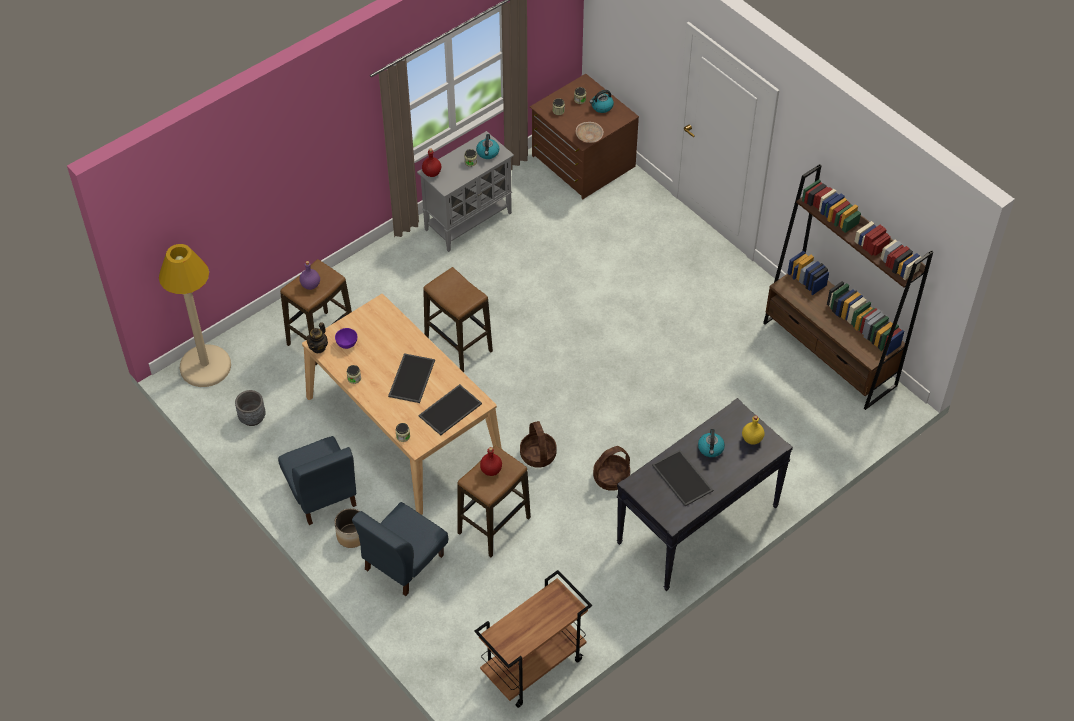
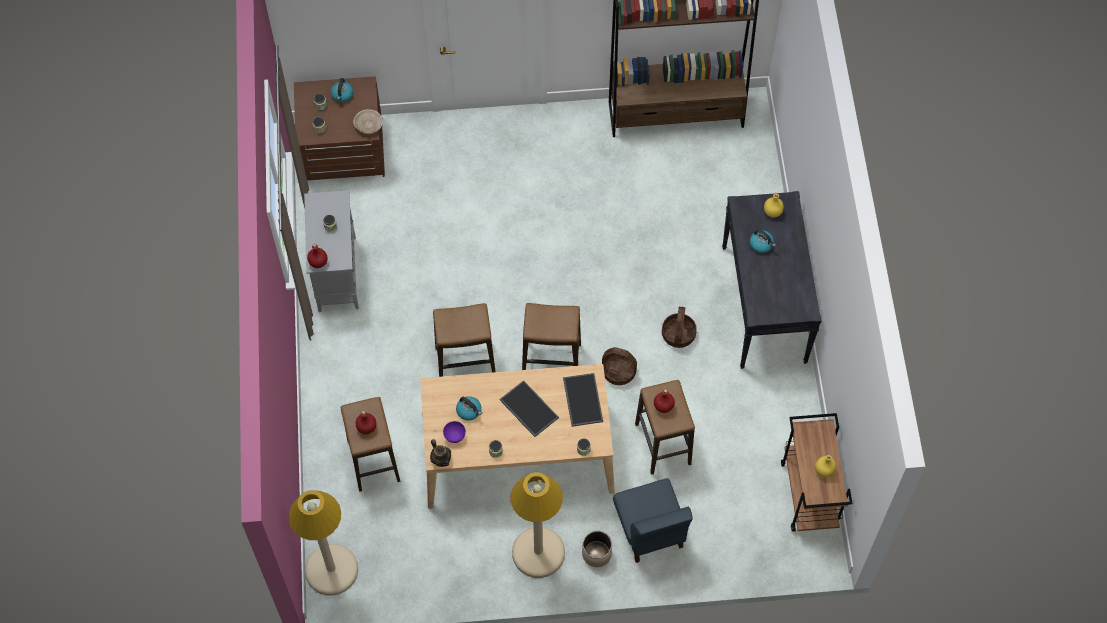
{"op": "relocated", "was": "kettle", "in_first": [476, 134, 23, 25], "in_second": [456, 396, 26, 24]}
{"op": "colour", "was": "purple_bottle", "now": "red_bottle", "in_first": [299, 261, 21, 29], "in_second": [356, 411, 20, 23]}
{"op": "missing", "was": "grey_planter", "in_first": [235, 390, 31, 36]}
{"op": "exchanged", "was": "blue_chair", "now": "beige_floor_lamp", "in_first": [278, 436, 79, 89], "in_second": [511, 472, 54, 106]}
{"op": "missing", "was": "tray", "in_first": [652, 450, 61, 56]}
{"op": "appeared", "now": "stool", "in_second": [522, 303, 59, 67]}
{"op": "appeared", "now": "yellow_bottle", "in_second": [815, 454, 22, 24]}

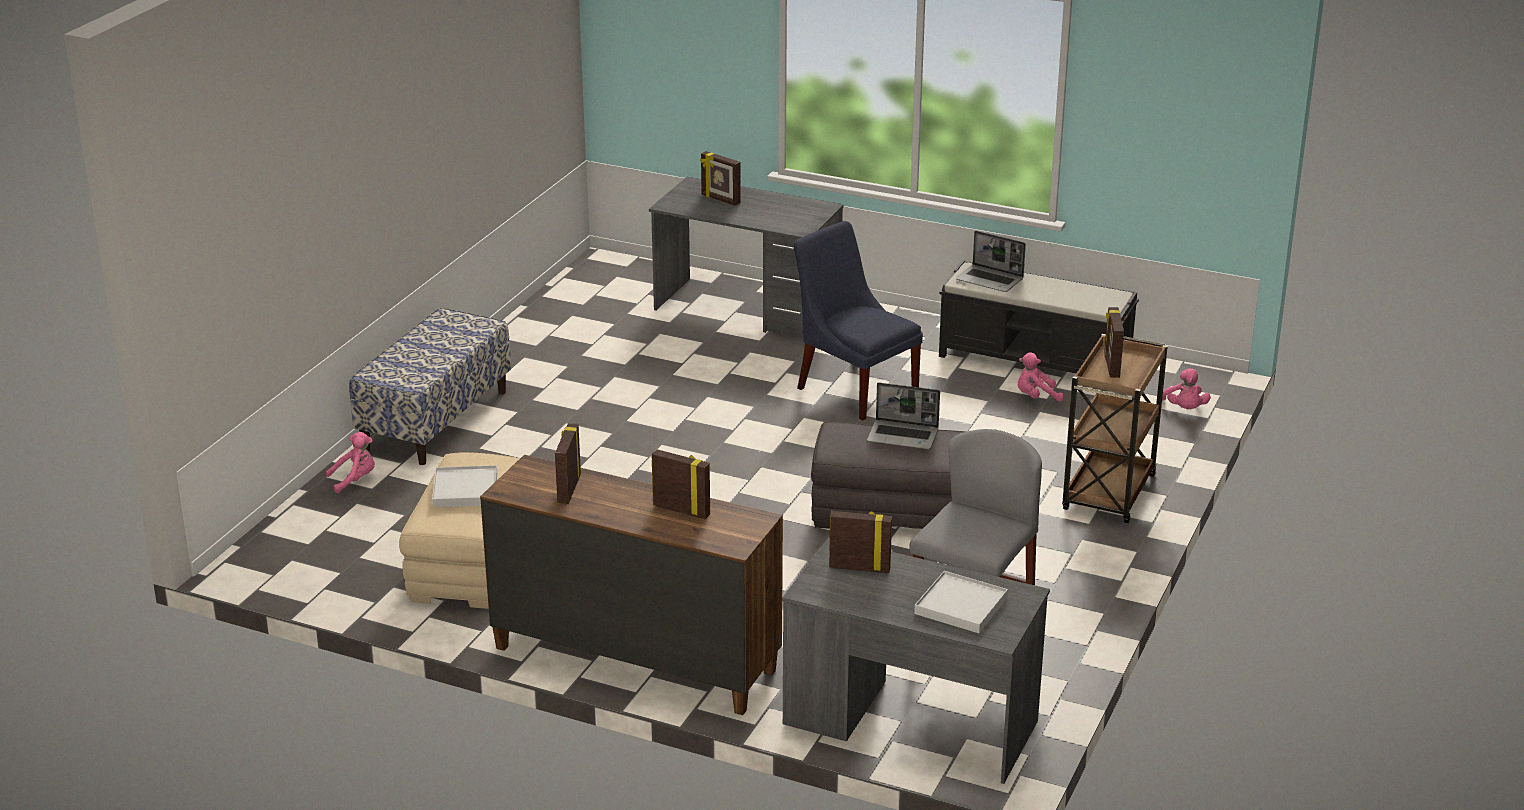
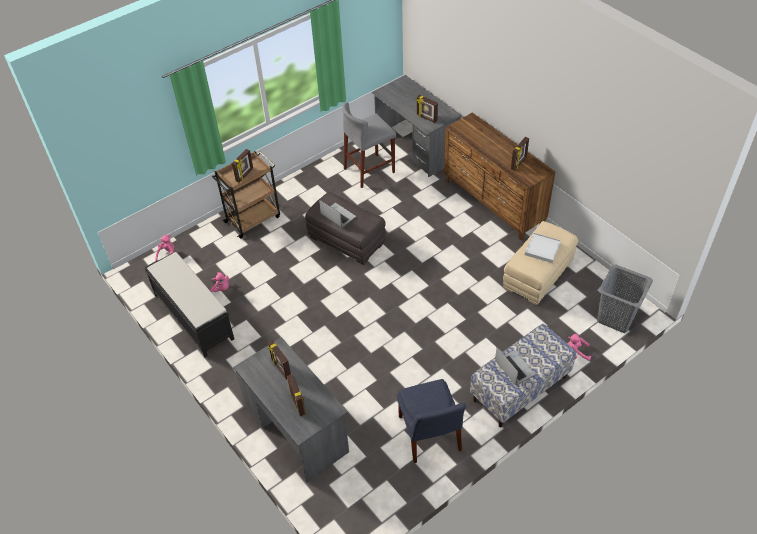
{"op": "relocated", "was": "blue_chair", "in_first": [793, 221, 130, 199], "in_second": [397, 379, 69, 84]}
{"op": "relocated", "was": "laptop", "in_first": [956, 231, 70, 61], "in_second": [495, 347, 40, 38]}
{"op": "relocated", "was": "picture_frame", "in_first": [652, 449, 58, 70], "in_second": [268, 341, 23, 38]}
{"op": "missing", "was": "white_tray", "in_first": [914, 571, 94, 62]}
{"op": "appeared", "now": "grey_laundry_basket", "in_second": [597, 264, 56, 69]}

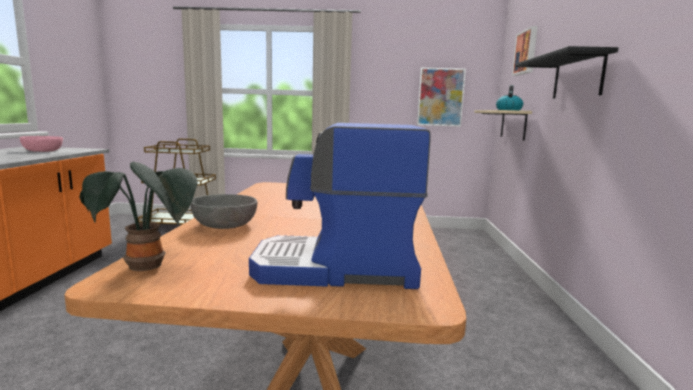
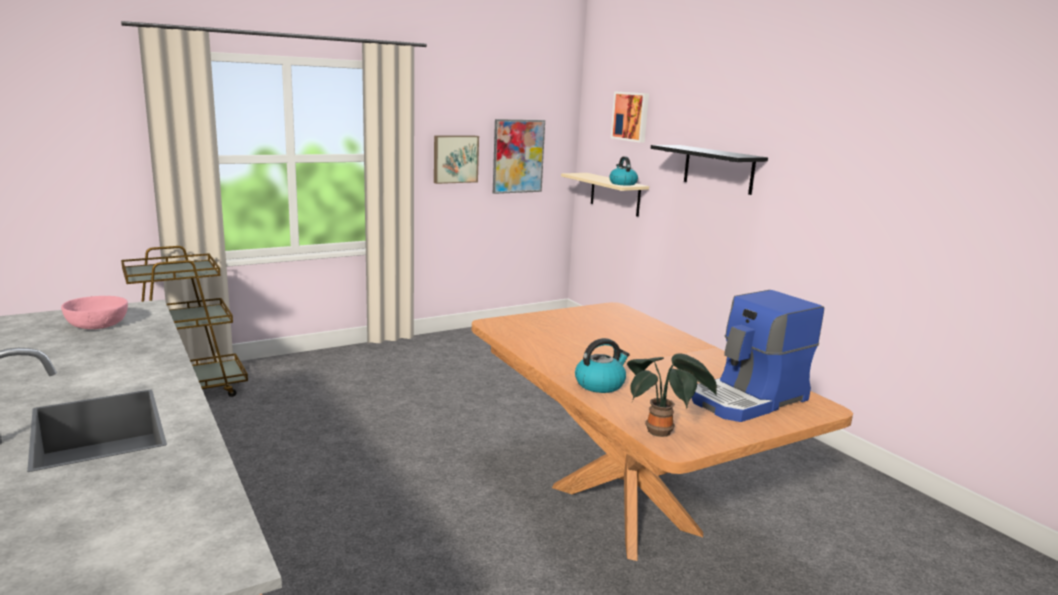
{"op": "exchanged", "was": "grey_bowl", "now": "kettle", "in_first": [190, 194, 67, 35], "in_second": [575, 338, 55, 55]}
{"op": "appeared", "now": "picture", "in_second": [434, 135, 45, 49]}

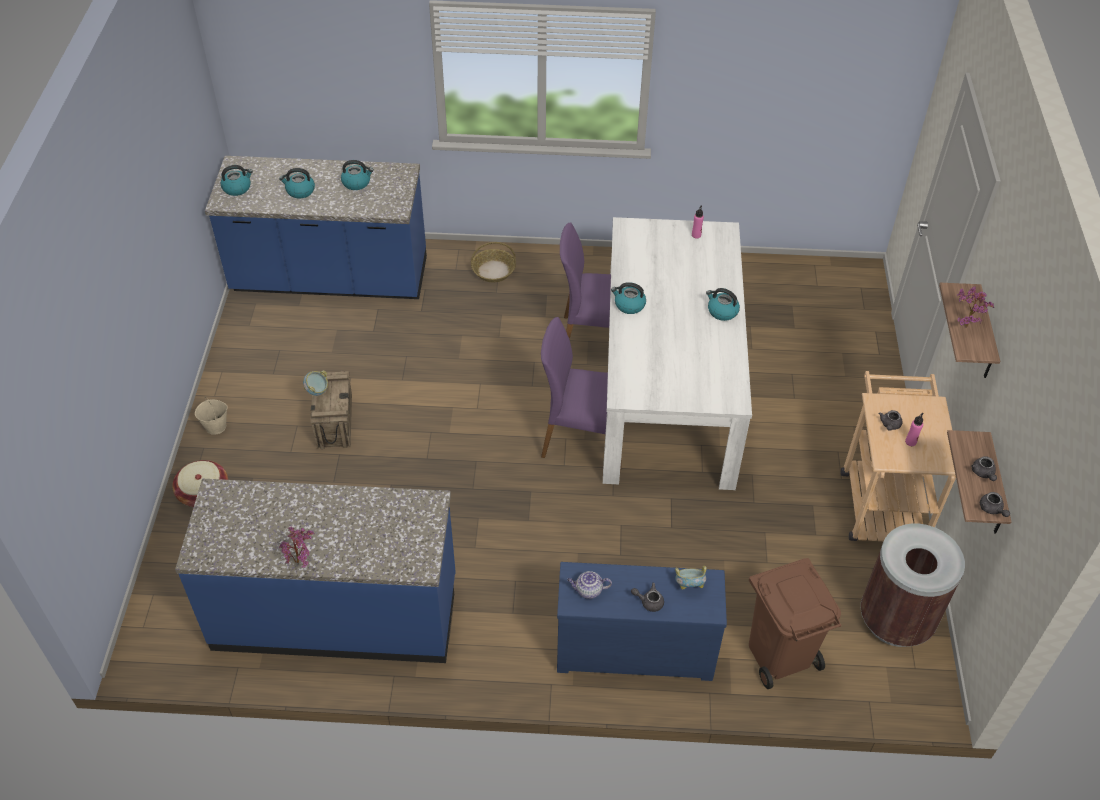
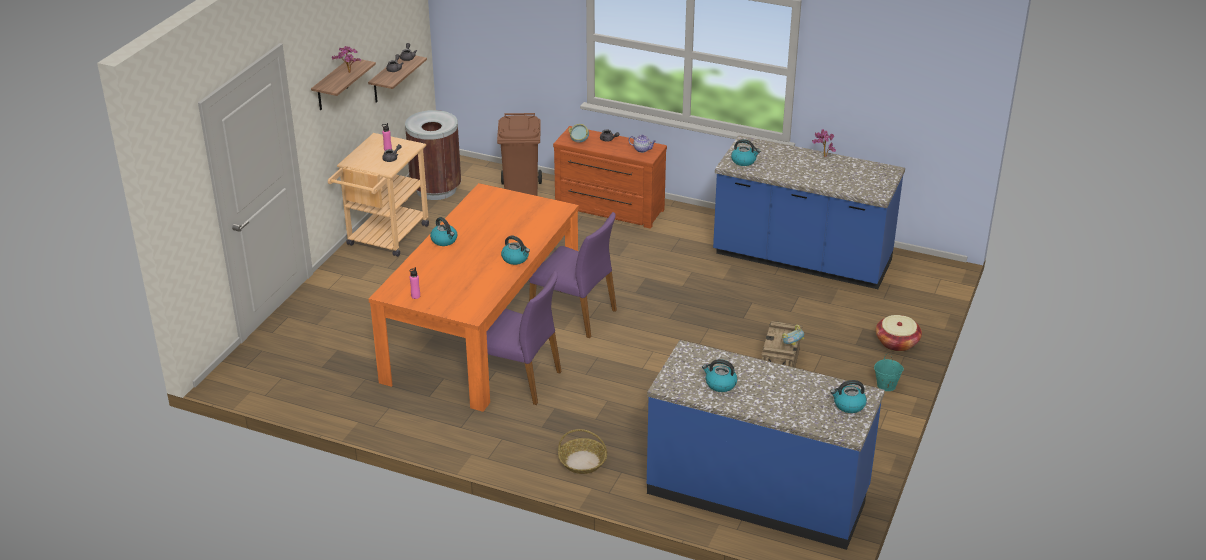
{"op": "relocated", "was": "kettle", "in_first": [279, 168, 36, 31], "in_second": [731, 139, 29, 27]}
{"op": "colour", "was": "white_dining_table", "now": "orange_dining_table", "in_first": [603, 217, 149, 273], "in_second": [369, 183, 210, 229]}
{"op": "colour", "was": "beige_bucket", "now": "turquoise_bucket", "in_first": [195, 397, 32, 38], "in_second": [874, 354, 30, 37]}
{"op": "colour", "was": "blue_dresser", "now": "brown_dresser", "in_first": [557, 562, 170, 119], "in_second": [553, 126, 114, 103]}

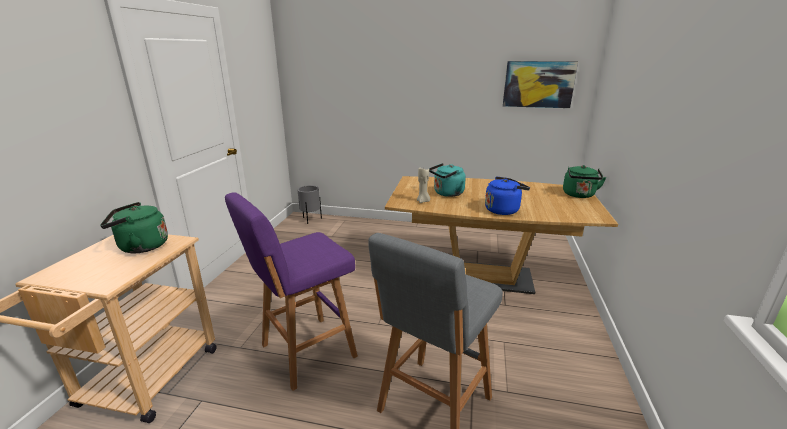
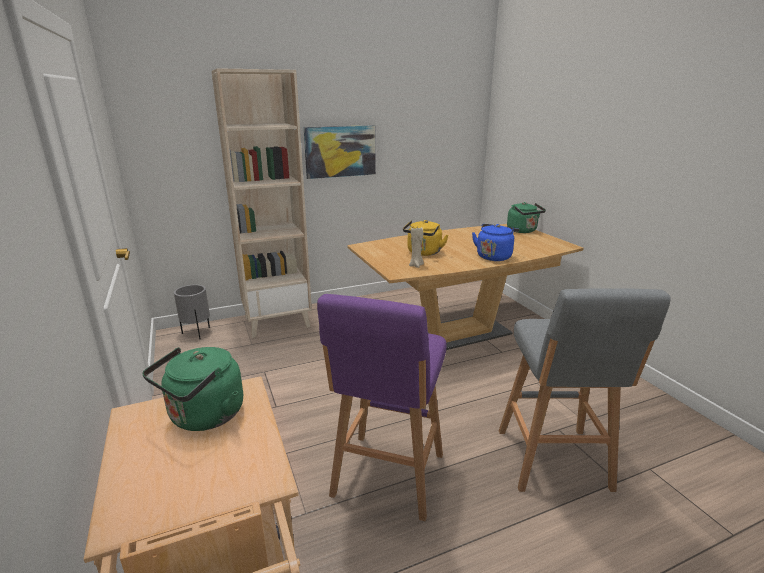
{"op": "relocated", "was": "picture", "in_first": [503, 61, 75, 47], "in_second": [304, 125, 72, 54]}
{"op": "colour", "was": "turquoise_kettle", "now": "yellow_kettle", "in_first": [429, 163, 37, 34], "in_second": [403, 220, 45, 36]}
{"op": "appeared", "now": "beige_bookcase", "in_second": [211, 68, 101, 270]}

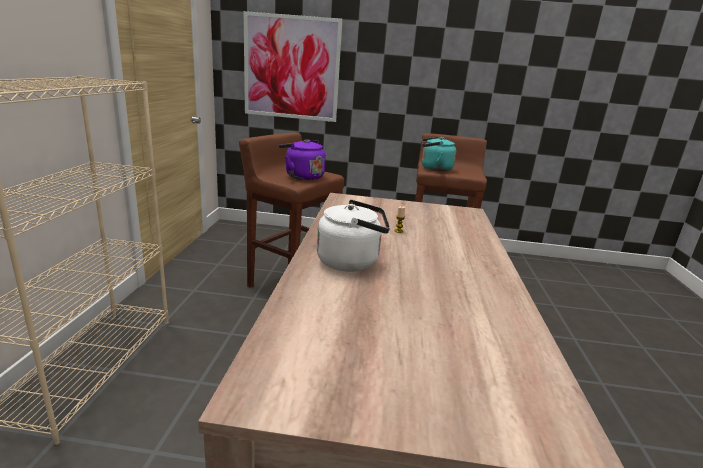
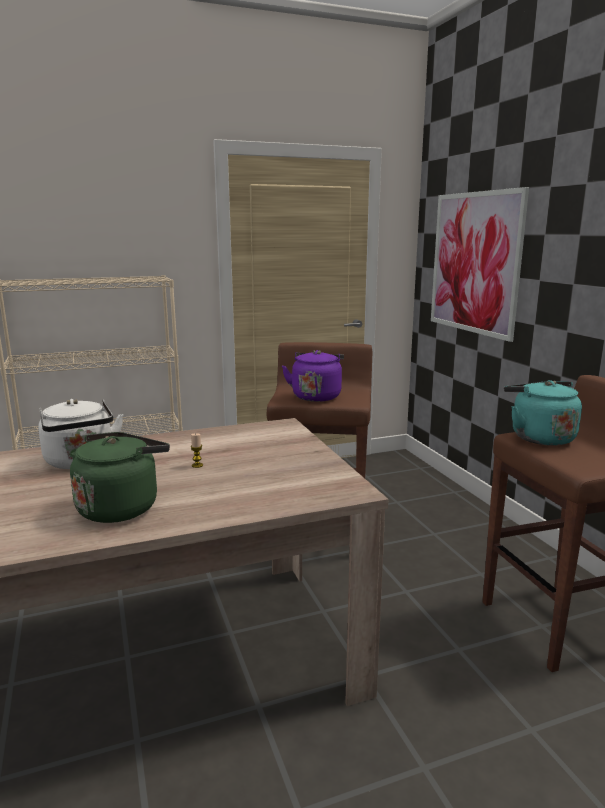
{"op": "appeared", "now": "green_kettle", "in_second": [70, 432, 100, 91]}

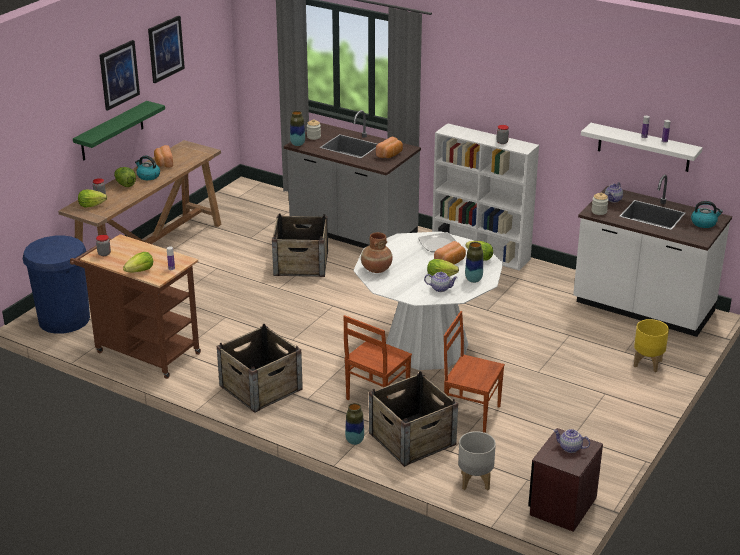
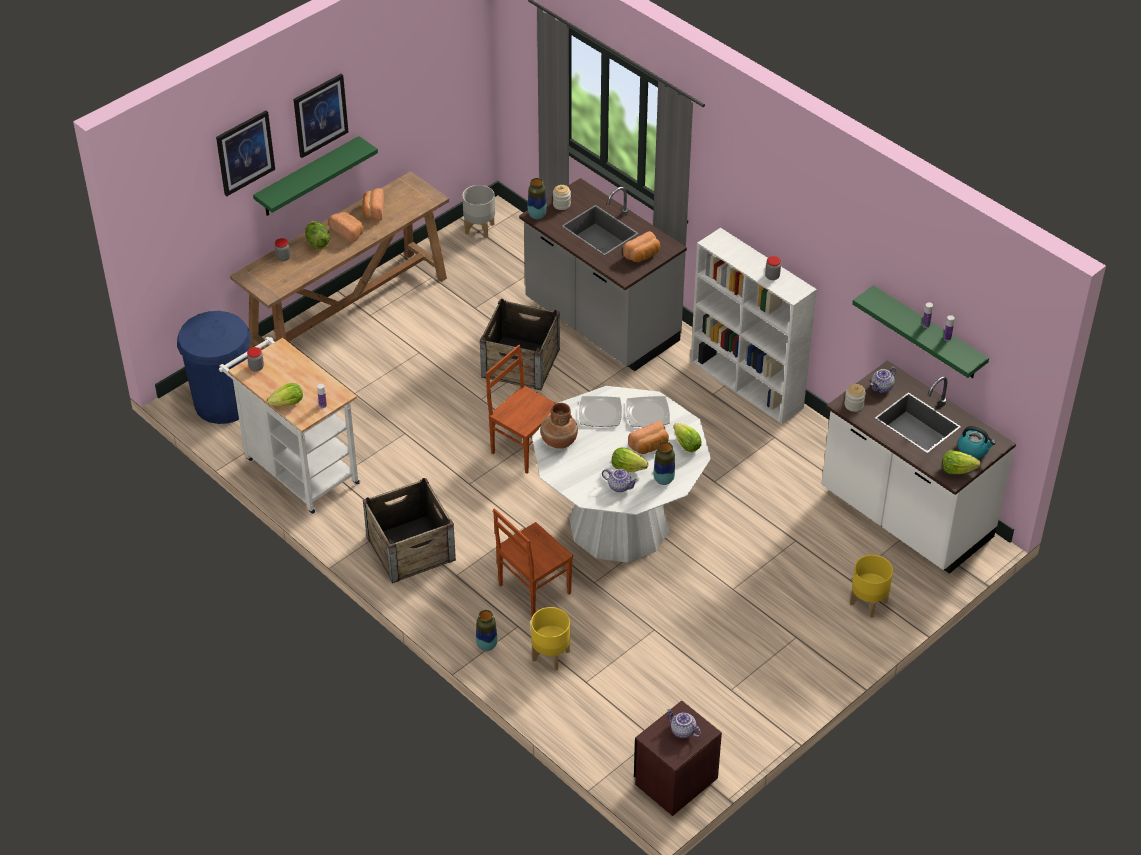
{"op": "relocated", "was": "picture", "in_first": [148, 16, 37, 67], "in_second": [216, 110, 59, 86]}
{"op": "colour", "was": "white_shelf", "now": "green_shelf", "in_first": [581, 123, 122, 49], "in_second": [852, 285, 137, 93]}
{"op": "exchanged", "was": "kettle", "now": "bread", "in_first": [135, 155, 25, 25], "in_second": [328, 212, 36, 30]}
{"op": "relocated", "was": "lettuce", "in_first": [78, 190, 29, 17], "in_second": [942, 450, 39, 24]}
{"op": "colour", "was": "brown_cart", "now": "white_cart", "in_first": [70, 234, 131, 145], "in_second": [219, 336, 142, 179]}
{"op": "relocated", "was": "brown_chair", "in_first": [444, 311, 61, 122], "in_second": [486, 345, 70, 129]}
{"op": "exchanged", "was": "crate", "now": "yellow_planter", "in_first": [369, 371, 89, 96], "in_second": [531, 607, 39, 64]}
{"op": "relocated", "was": "grey_planter", "in_first": [458, 431, 38, 59], "in_second": [462, 185, 33, 53]}
{"op": "appeared", "now": "plate", "in_second": [579, 396, 43, 31]}

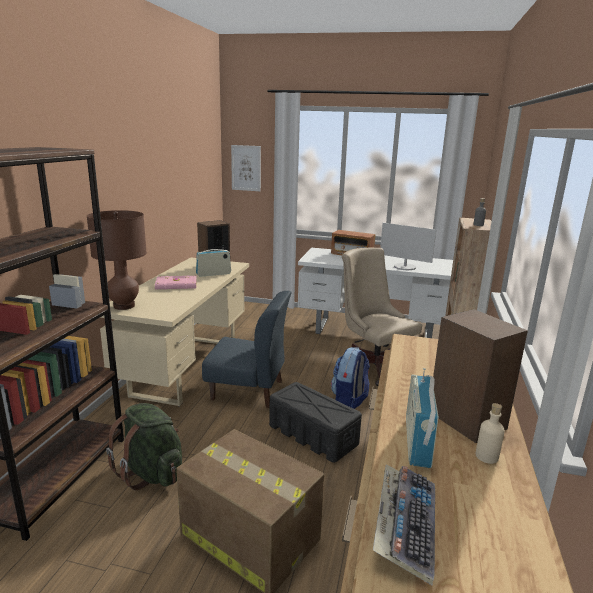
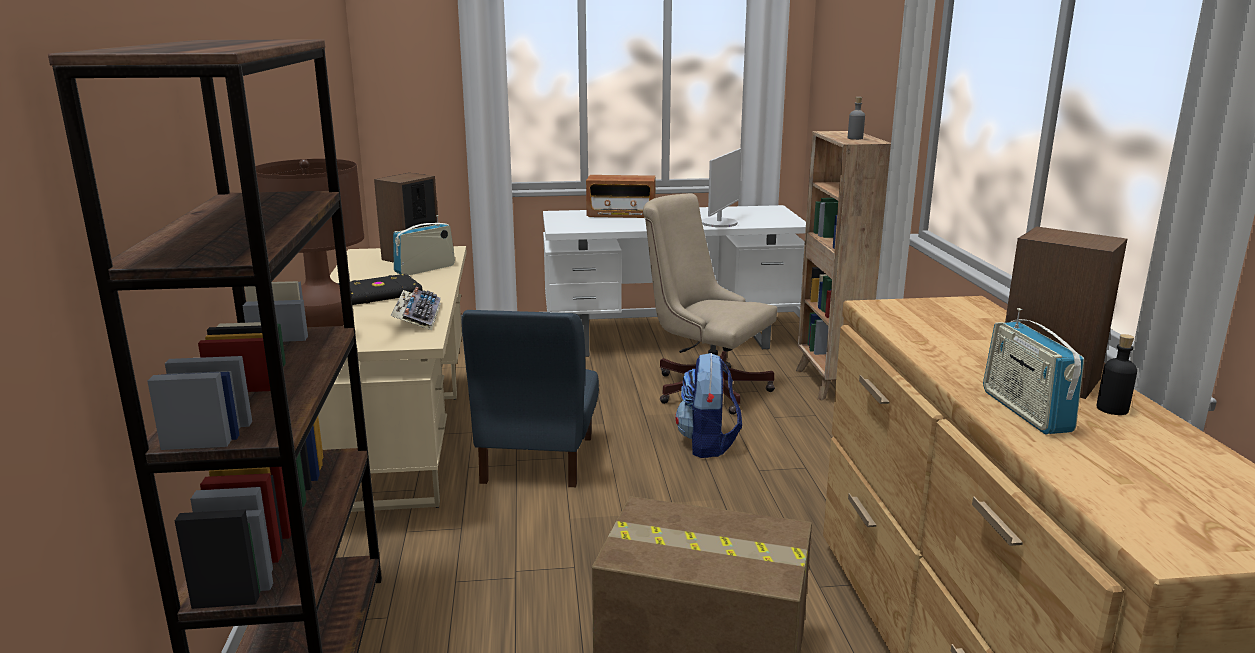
{"op": "missing", "was": "picture", "in_first": [231, 145, 30, 46]}
{"op": "spun", "was": "monitor", "in_first": [380, 223, 56, 47], "in_second": [702, 148, 40, 79], "clockwise": -75}
{"op": "colour", "was": "pink_book", "now": "black_book", "in_first": [155, 275, 42, 15], "in_second": [338, 274, 85, 31]}
{"op": "spun", "was": "blue_chair", "in_first": [202, 291, 89, 117], "in_second": [462, 310, 137, 177], "clockwise": 105}
{"op": "missing", "was": "black_storage_box", "in_first": [269, 382, 93, 81]}
{"op": "missing", "was": "green_backpack", "in_first": [106, 403, 76, 87]}
{"op": "colour", "was": "beige_bottle", "now": "black_bottle", "in_first": [476, 403, 29, 61], "in_second": [1096, 334, 41, 81]}
{"op": "relocated", "was": "keyboard", "in_first": [373, 464, 62, 122], "in_second": [391, 287, 50, 43]}

